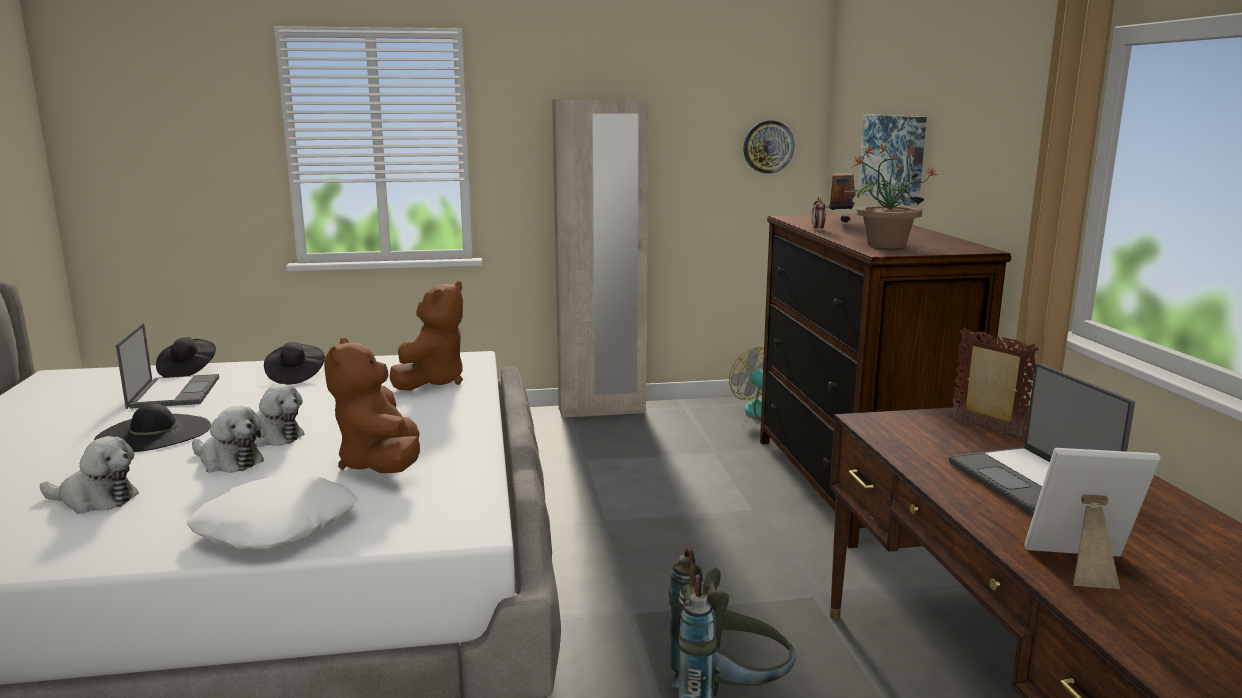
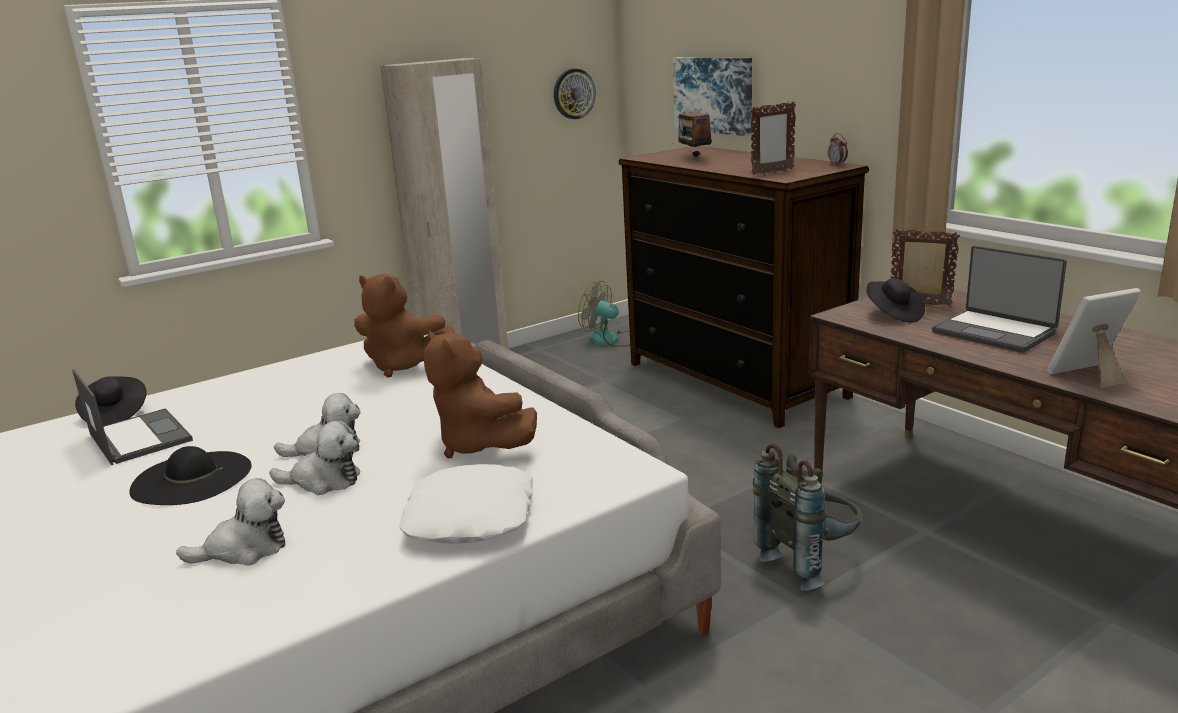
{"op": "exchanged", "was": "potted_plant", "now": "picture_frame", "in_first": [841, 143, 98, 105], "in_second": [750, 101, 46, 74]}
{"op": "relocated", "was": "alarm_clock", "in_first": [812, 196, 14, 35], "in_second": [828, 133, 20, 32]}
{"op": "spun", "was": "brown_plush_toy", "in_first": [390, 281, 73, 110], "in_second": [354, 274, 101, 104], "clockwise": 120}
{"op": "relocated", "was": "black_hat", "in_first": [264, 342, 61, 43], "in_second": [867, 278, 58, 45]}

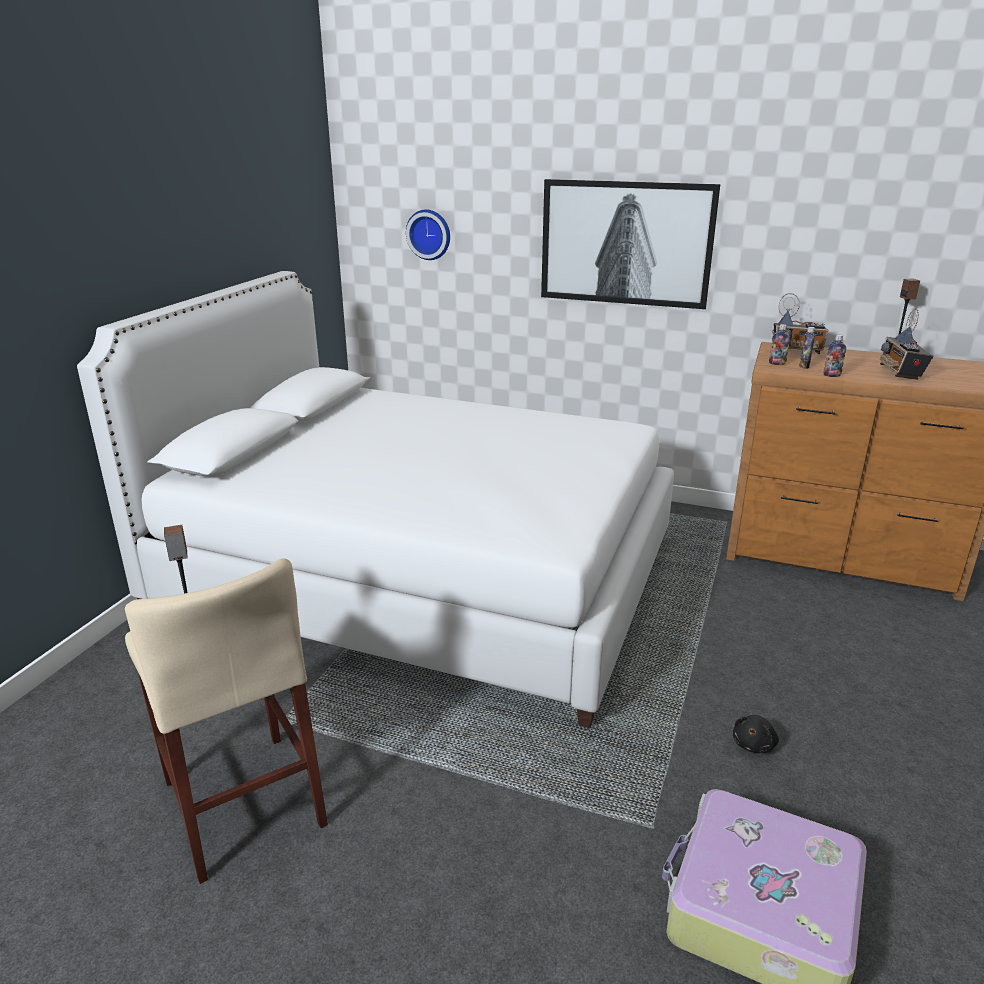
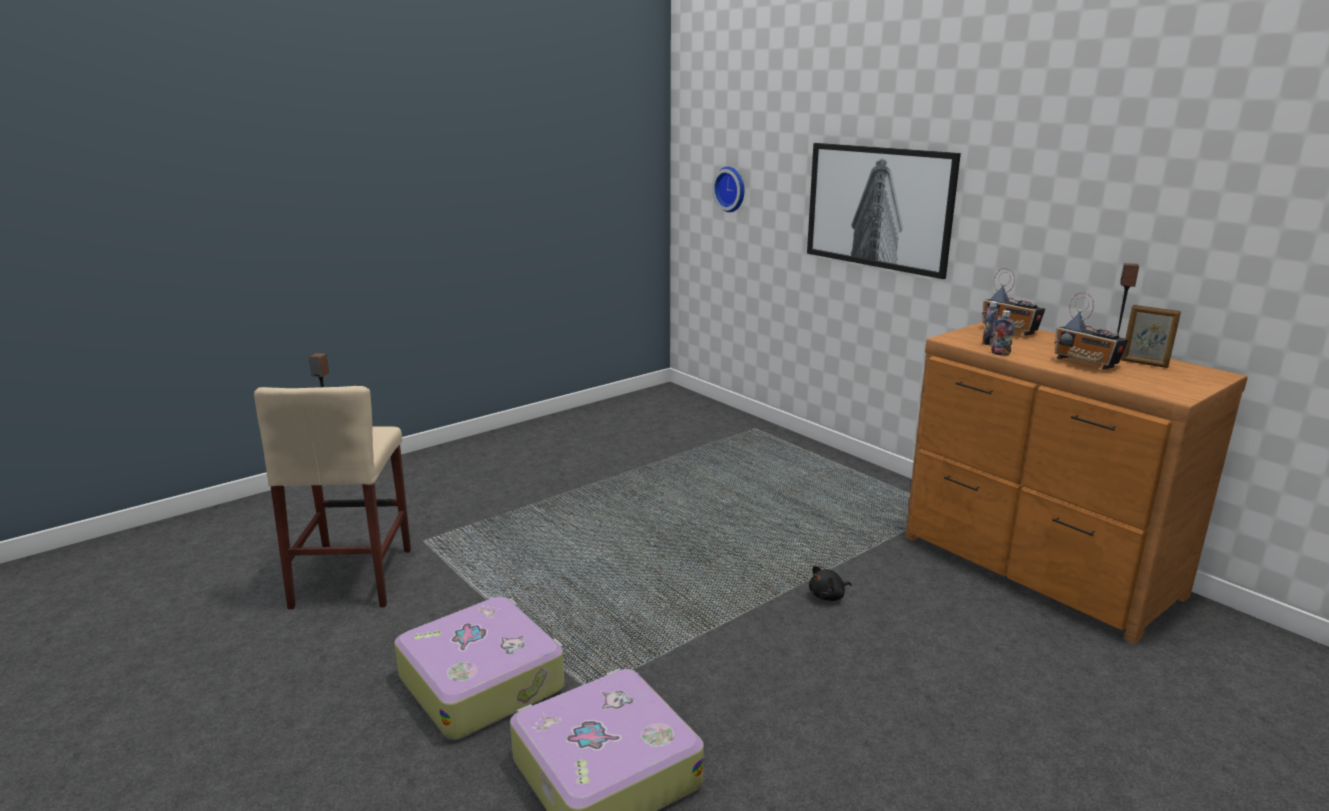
{"op": "missing", "was": "white_bed", "in_first": [77, 271, 597, 457]}
{"op": "spun", "was": "radio", "in_first": [880, 309, 53, 71], "in_second": [1054, 292, 74, 77], "clockwise": -75}
{"op": "missing", "was": "bottle", "in_first": [769, 324, 21, 41]}
{"op": "relocated", "was": "black_plush_toy", "in_first": [733, 715, 46, 38], "in_second": [809, 566, 43, 35]}
{"op": "appeared", "now": "picture_frame", "in_second": [1121, 305, 60, 63]}
{"op": "appeared", "now": "suitcase", "in_second": [394, 597, 171, 143]}

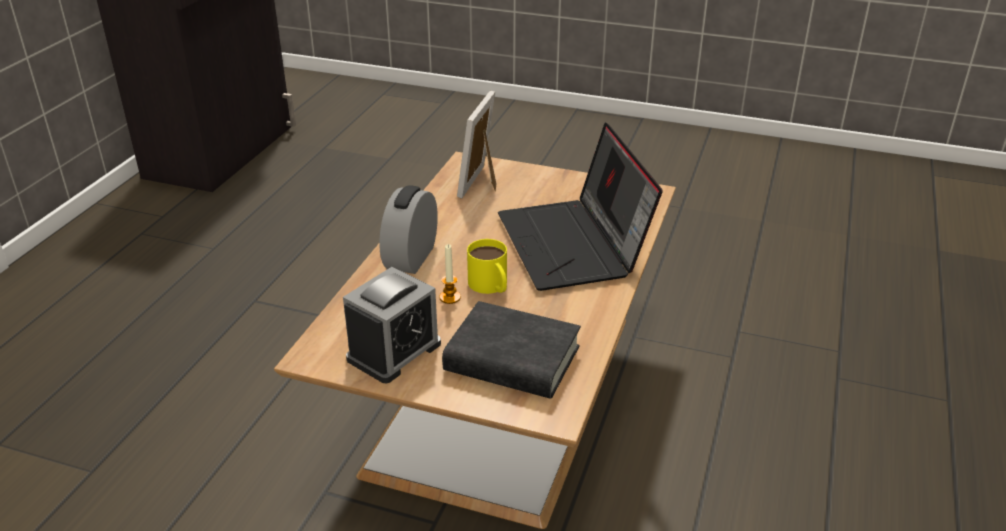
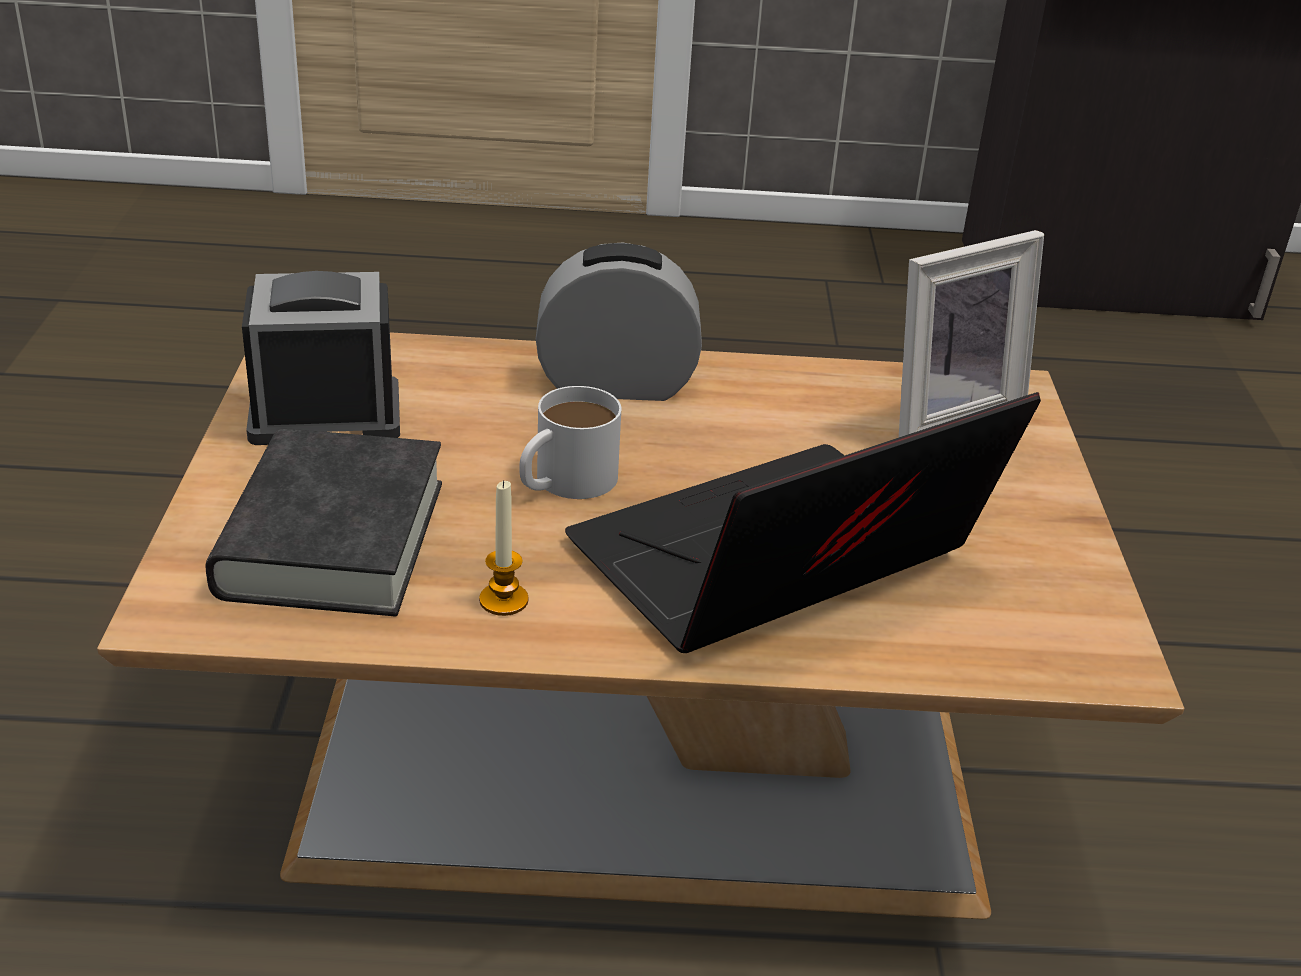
{"op": "spun", "was": "picture_frame", "in_first": [457, 91, 39, 107], "in_second": [899, 230, 145, 207], "clockwise": 150}
{"op": "colour", "was": "yellow_mug", "now": "white_mug", "in_first": [467, 239, 40, 55], "in_second": [519, 386, 102, 113]}
{"op": "relocated", "was": "candle", "in_first": [439, 244, 22, 60], "in_second": [479, 480, 49, 136]}
{"op": "spun", "was": "alarm_clock", "in_first": [343, 267, 98, 116], "in_second": [242, 271, 158, 174], "clockwise": 150}

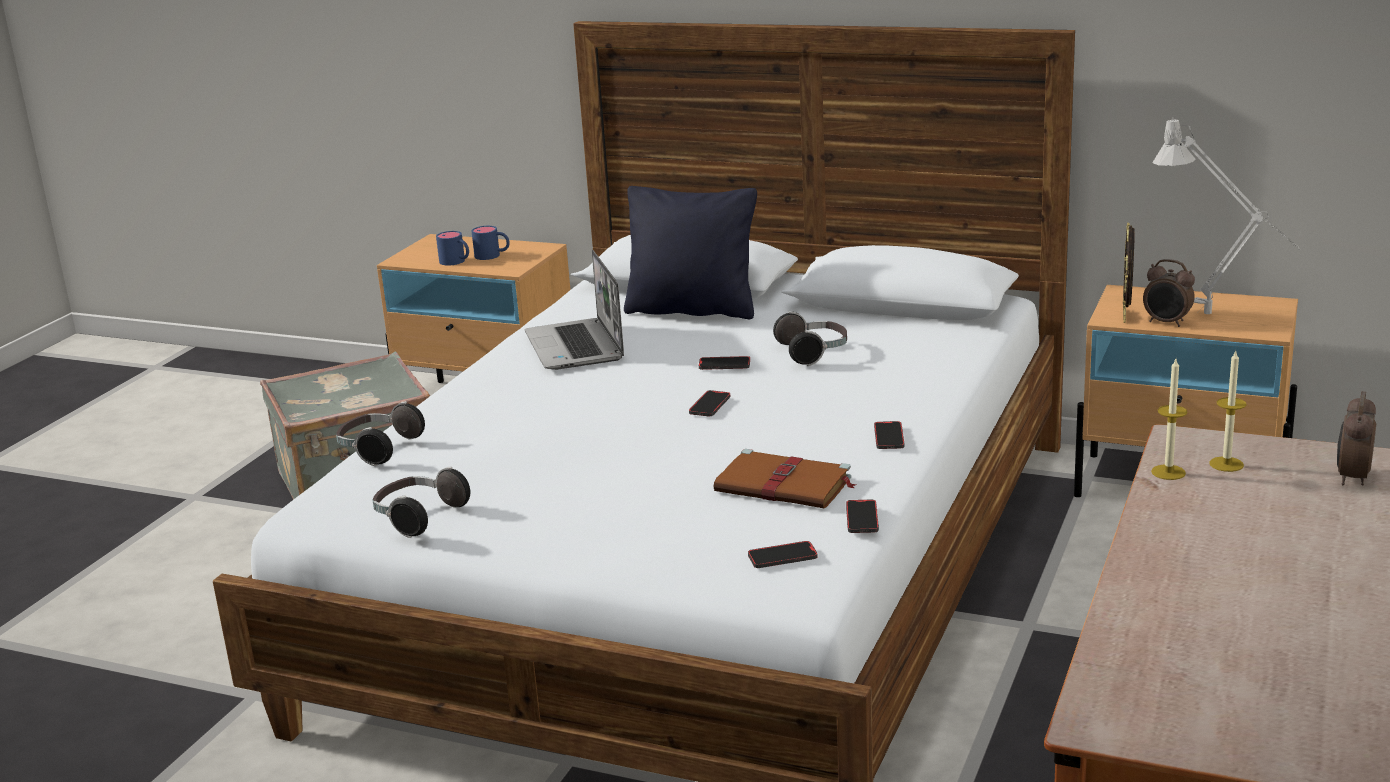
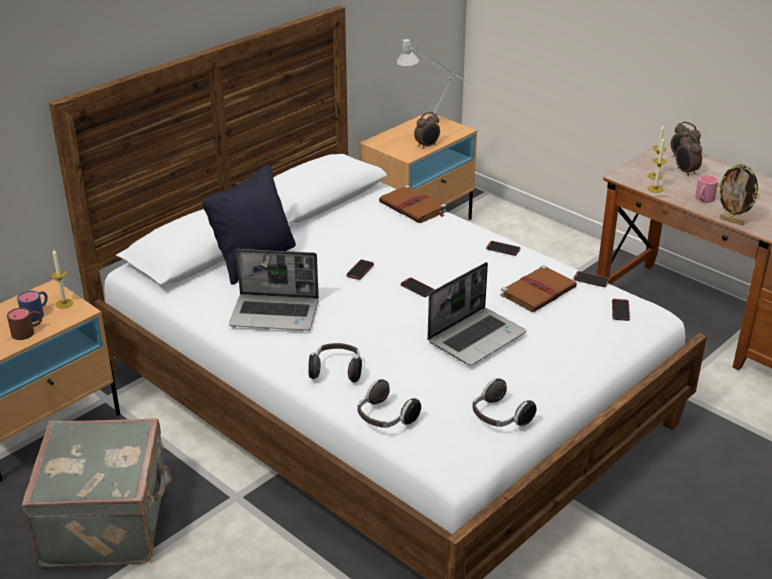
{"op": "relocated", "was": "picture_frame", "in_first": [1123, 223, 12, 100], "in_second": [717, 163, 43, 62]}
{"op": "colour", "was": "blue_mug", "now": "brown_mug", "in_first": [436, 231, 33, 34], "in_second": [7, 308, 35, 32]}
{"op": "relocated", "was": "headphones", "in_first": [773, 311, 74, 55], "in_second": [308, 343, 54, 39]}
{"op": "appeared", "now": "alarm_clock", "in_second": [675, 134, 27, 42]}
{"op": "appeared", "now": "pink_mug", "in_second": [695, 175, 23, 28]}
{"op": "appeared", "now": "brown_book", "in_second": [379, 185, 67, 38]}
{"op": "appeared", "now": "candle", "in_second": [51, 249, 22, 60]}
{"op": "appeared", "now": "laptop", "in_second": [427, 262, 100, 104]}

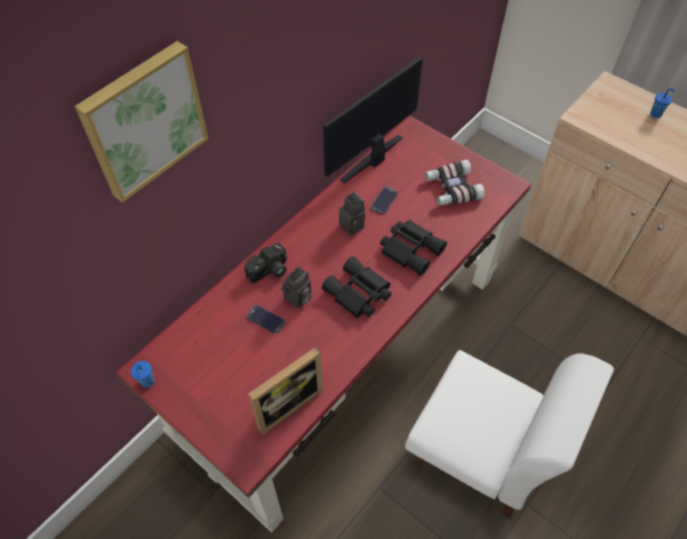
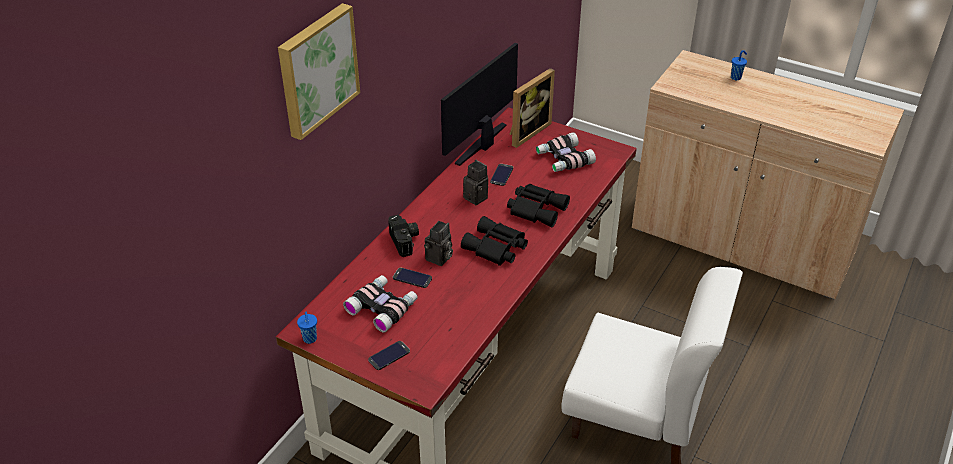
{"op": "spun", "was": "photo_camera", "in_first": [244, 243, 43, 40], "in_second": [388, 215, 31, 42], "clockwise": -60}
{"op": "relocated", "was": "picture_frame", "in_first": [248, 347, 75, 88], "in_second": [510, 68, 45, 80]}
{"op": "appeared", "now": "binoculars", "in_second": [343, 275, 75, 58]}
{"op": "appeared", "now": "phone", "in_second": [368, 341, 42, 29]}

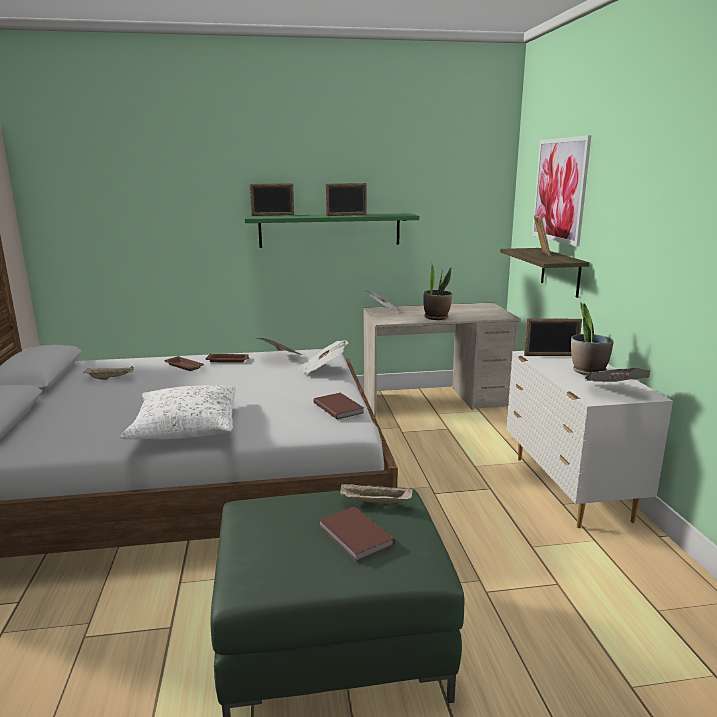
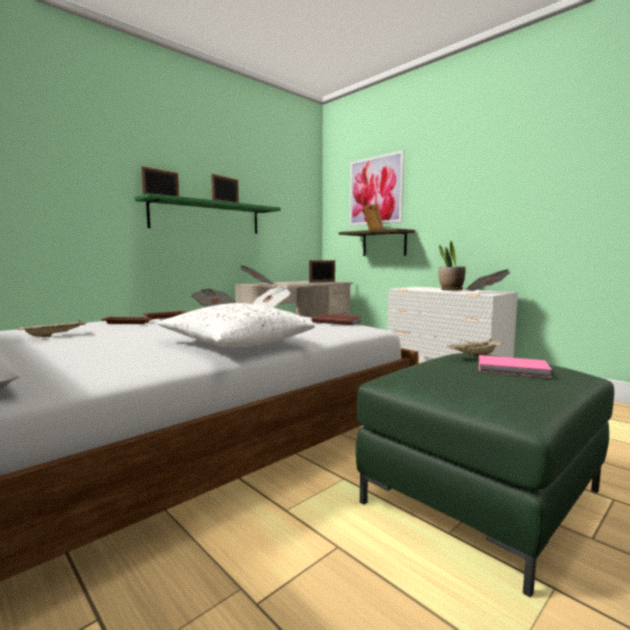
{"op": "missing", "was": "potted_plant", "in_first": [423, 264, 29, 56]}
{"op": "relocated", "was": "picture_frame", "in_first": [524, 319, 58, 37], "in_second": [309, 260, 26, 23]}
{"op": "colour", "was": "brown_book", "now": "pink_book", "in_first": [319, 507, 76, 55], "in_second": [479, 355, 73, 23]}

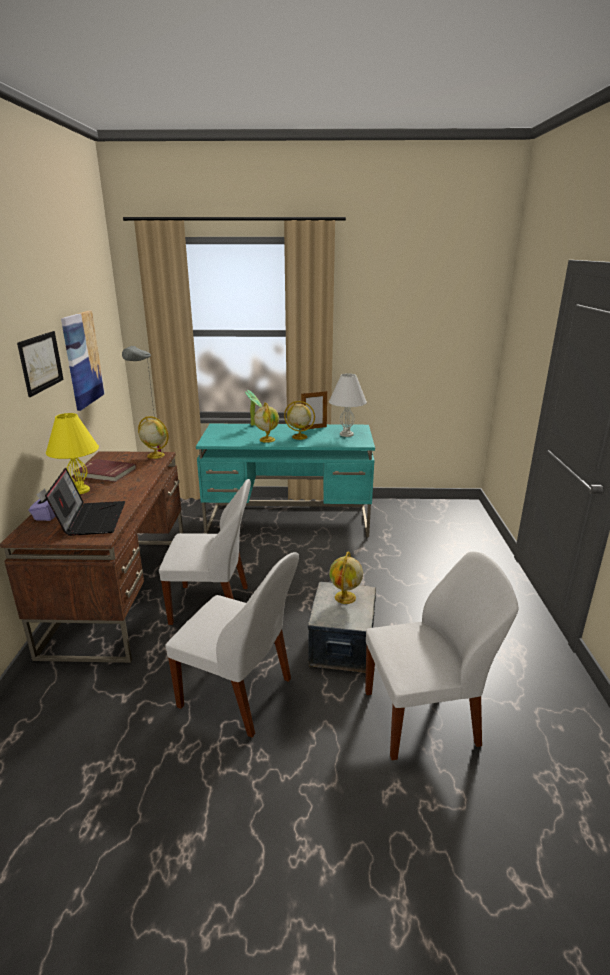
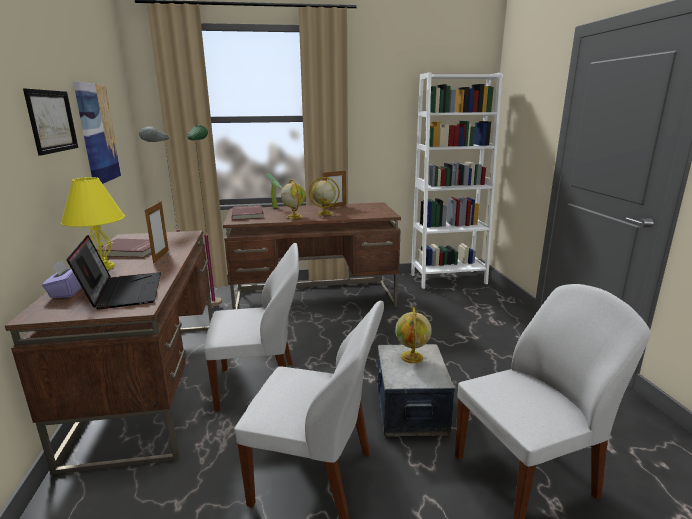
{"op": "missing", "was": "white_table_lamp", "in_first": [329, 373, 38, 64]}
{"op": "missing", "was": "globe", "in_first": [138, 416, 30, 43]}
{"op": "colour", "was": "turquoise_desk", "now": "brown_desk", "in_first": [196, 424, 179, 114], "in_second": [223, 202, 178, 107]}
{"op": "appeared", "now": "white_bookcase", "in_second": [411, 72, 92, 217]}
{"op": "appeared", "now": "green_floor_lamp", "in_second": [186, 125, 36, 183]}
{"op": "appeared", "now": "picture_frame", "in_second": [145, 201, 24, 62]}
{"op": "appeared", "now": "red_book", "in_second": [232, 205, 31, 15]}

